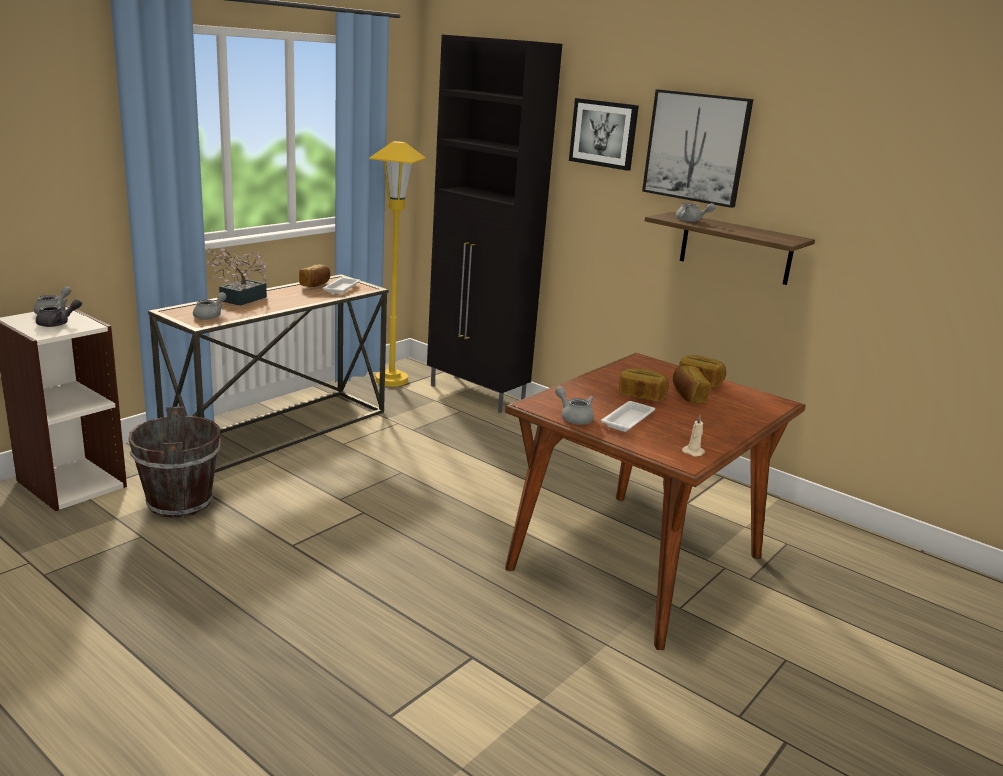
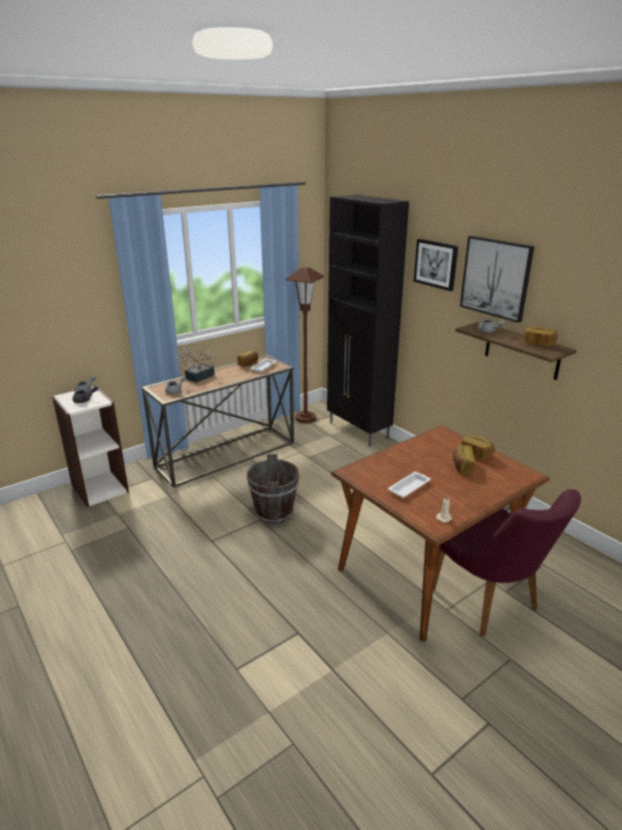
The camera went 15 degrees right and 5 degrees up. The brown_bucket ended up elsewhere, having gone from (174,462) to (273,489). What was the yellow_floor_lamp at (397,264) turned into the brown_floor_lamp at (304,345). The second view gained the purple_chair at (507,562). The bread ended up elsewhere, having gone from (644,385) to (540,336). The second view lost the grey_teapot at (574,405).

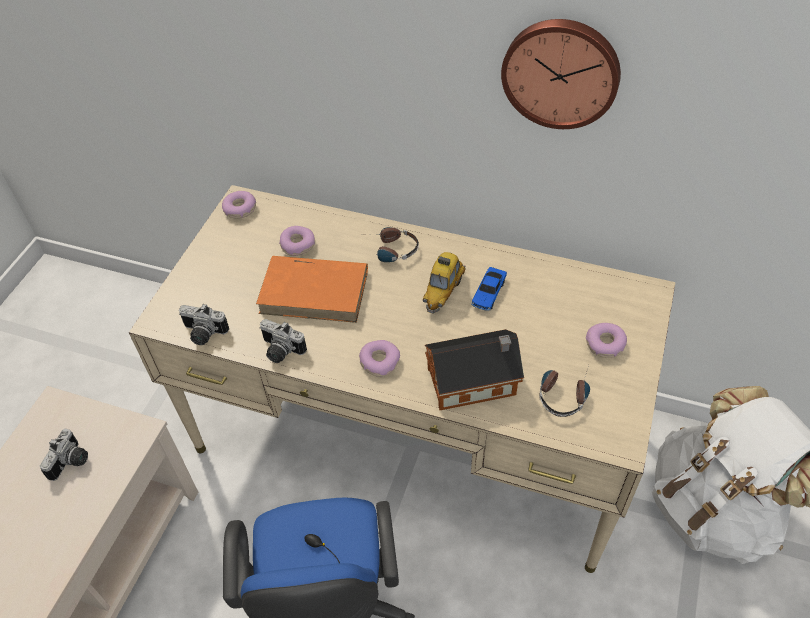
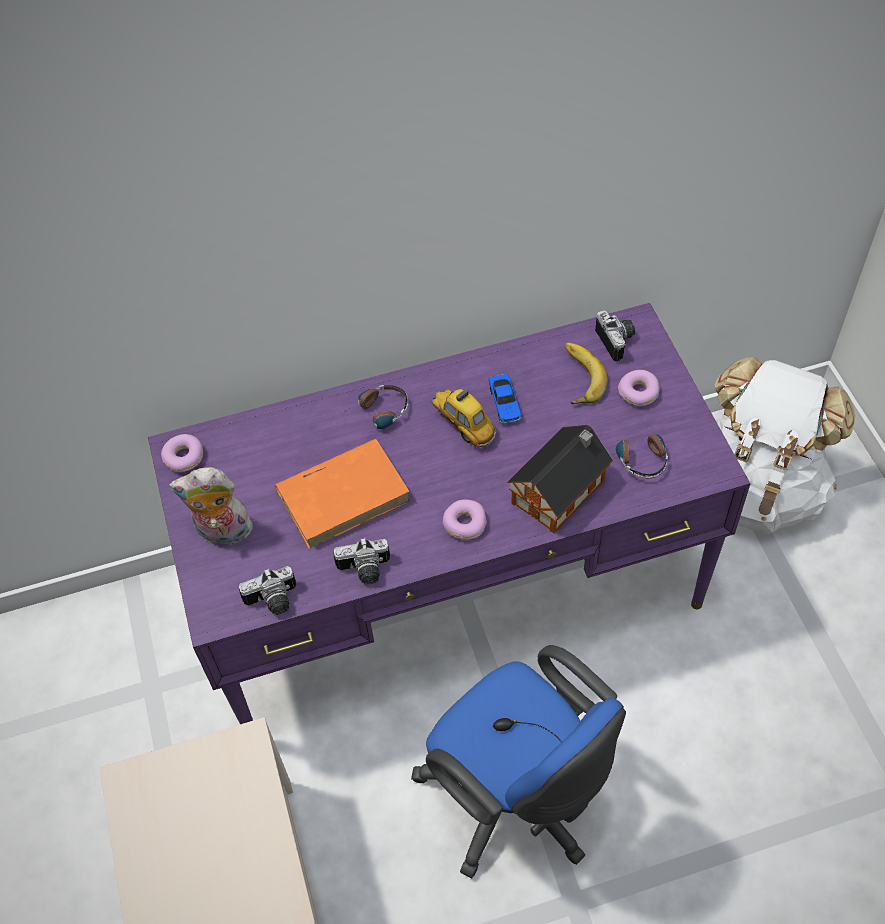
The camera went 35 degrees left and 5 degrees up. What was the beige_desk at (402,379) turned into the purple_desk at (449,513). The second view gained the plush_toy at (213,508). The toy_car at (444,283) ended up facing another way, 150 degrees clockwise from before. The second view gained the banana at (586,373). The photo_camera ended up elsewhere, having gone from (64,455) to (615,336). The second view lost the donut at (297,241). The second view lost the wall_clock at (561,74).

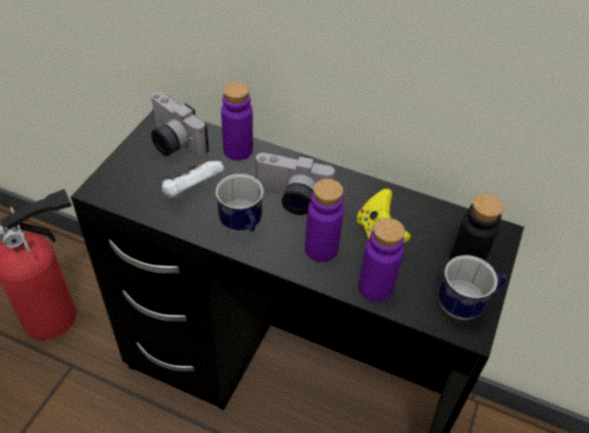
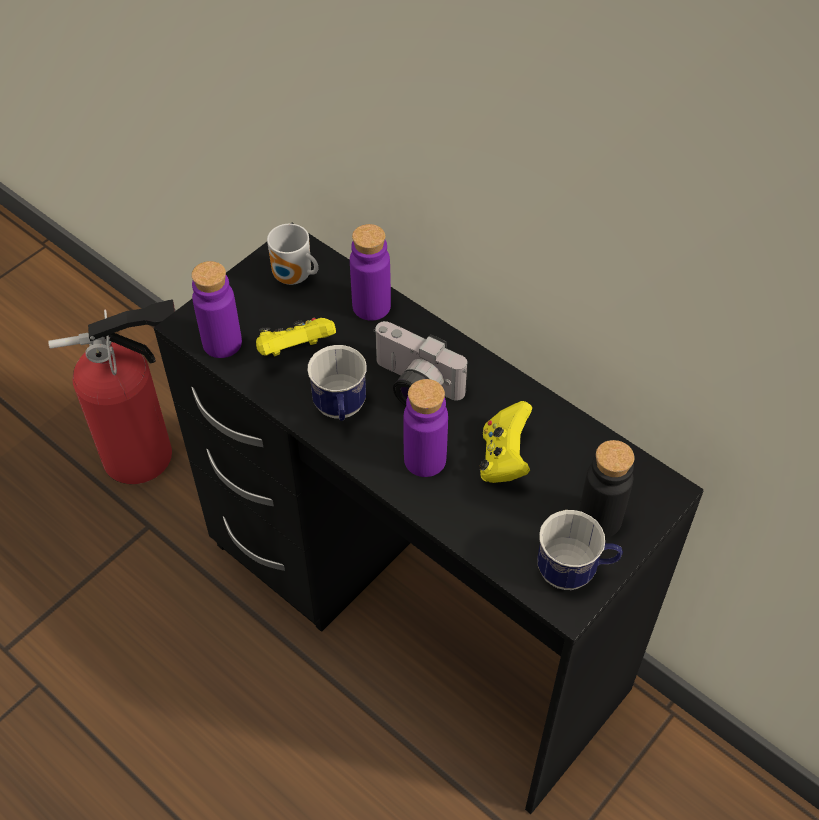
The camera went 20 degrees right and 5 degrees up. The purple_bottle ended up elsewhere, having gone from (381,260) to (216,309). What was the white_game_controller at (193,179) turned into the yellow_game_controller at (296,337). Where the photo_camera stood at (180,124), the mug came to stand at (292,254).

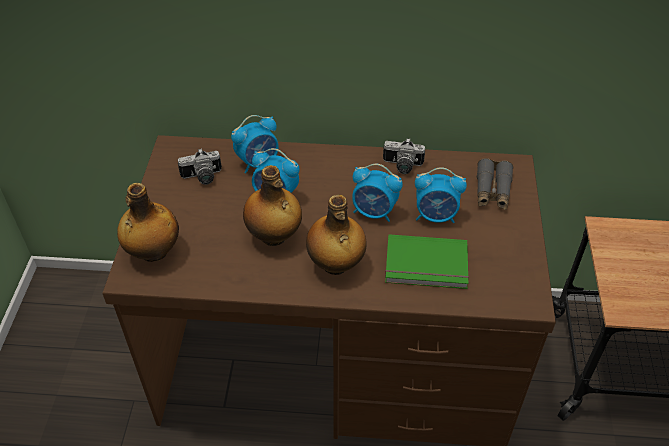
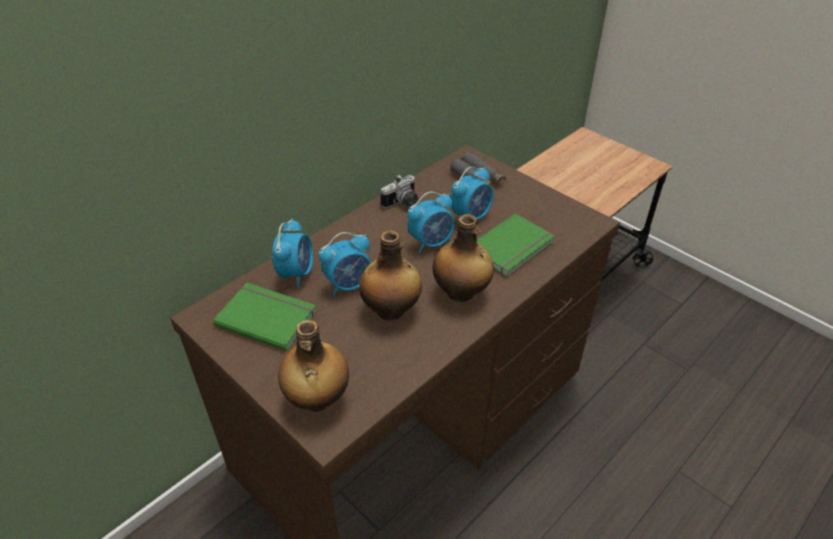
The camera went 50 degrees left and 5 degrees down. Where the photo_camera stood at (200,166), the green_book came to stand at (265,317).

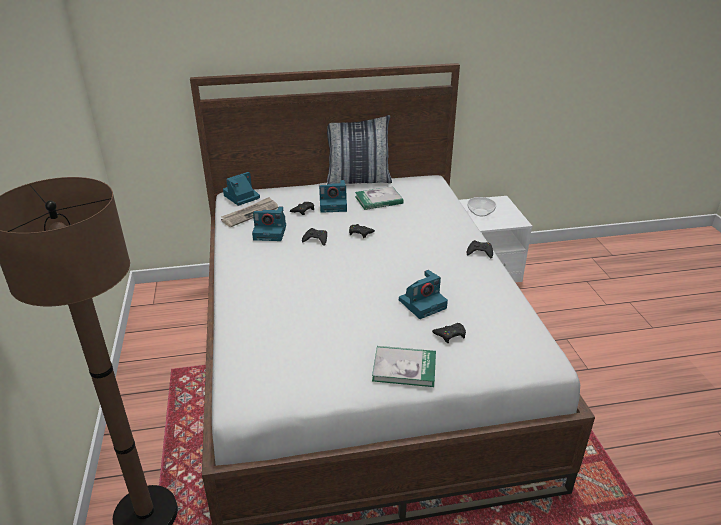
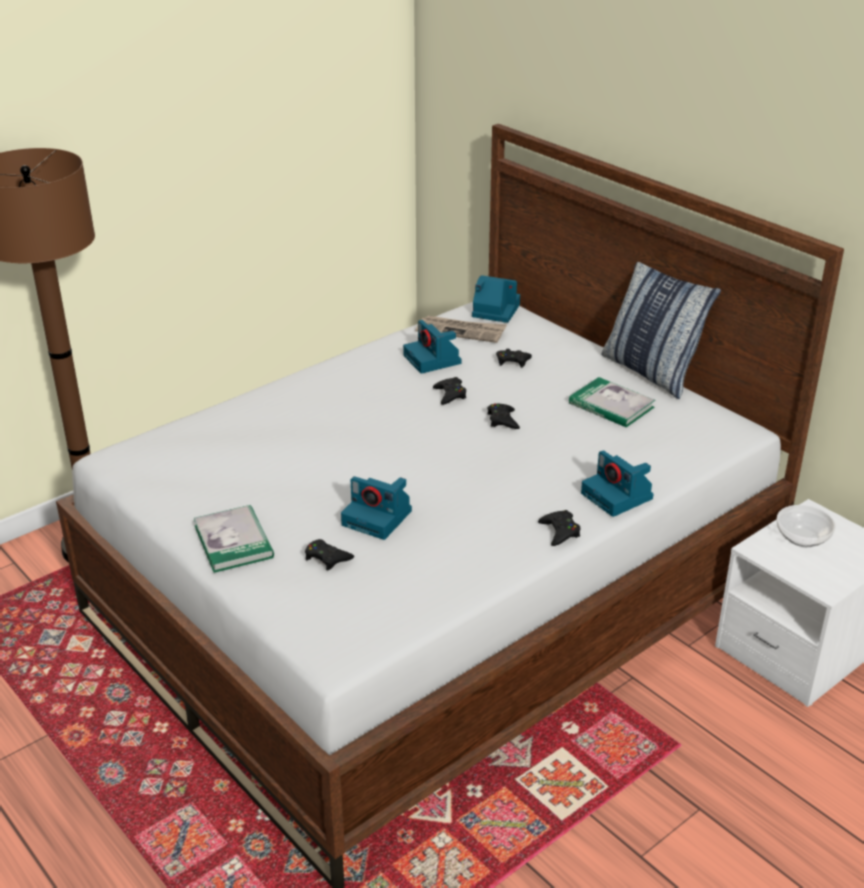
The camera went 60 degrees right and 0 degrees up. The photo_camera ended up elsewhere, having gone from (333,196) to (617,483).

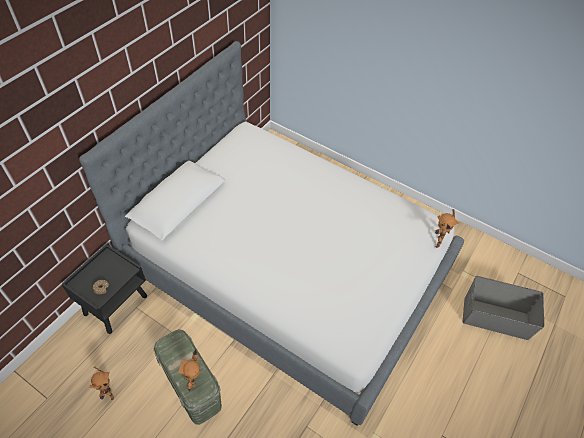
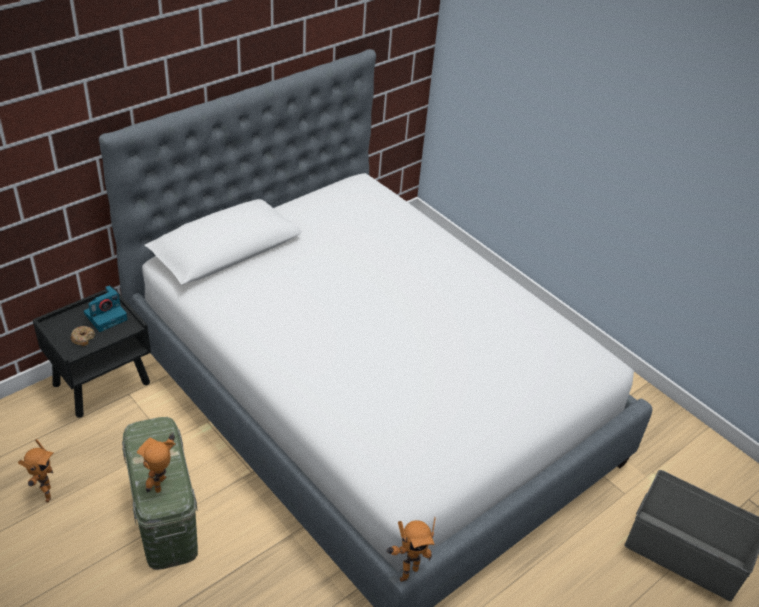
The camera went 15 degrees right and 10 degrees down. The second view gained the photo_camera at (106,308). The toy_robot ended up elsewhere, having gone from (447,228) to (411,549).

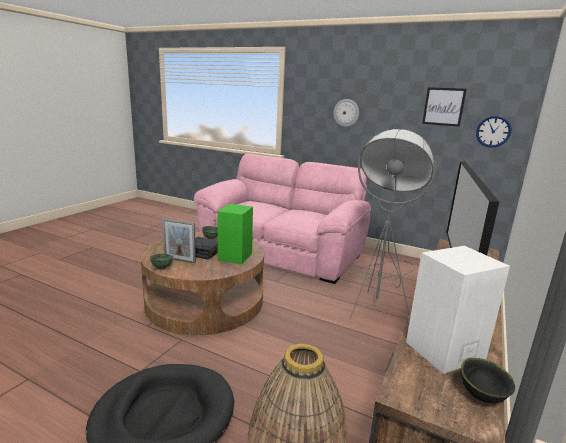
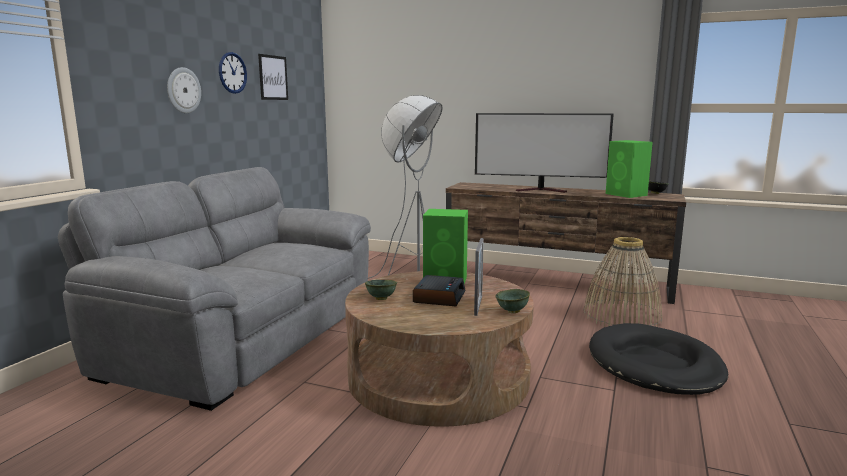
The camera went 95 degrees left and 5 degrees down. What was the pink_sofa at (282,219) turned into the grey_sofa at (214,289). The wall_clock ended up elsewhere, having gone from (493,132) to (233,73). What was the white_speaker at (458,310) turned into the green_speaker at (629,169).

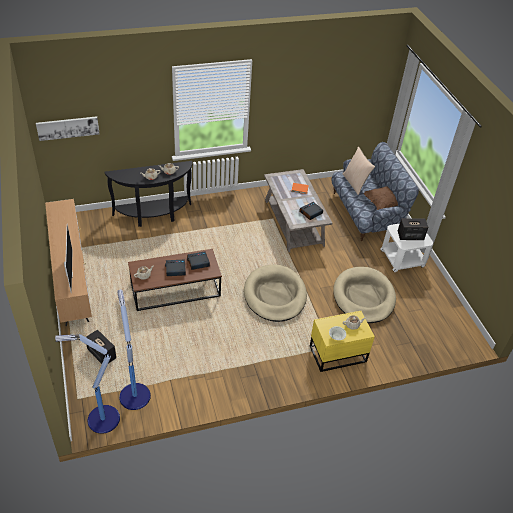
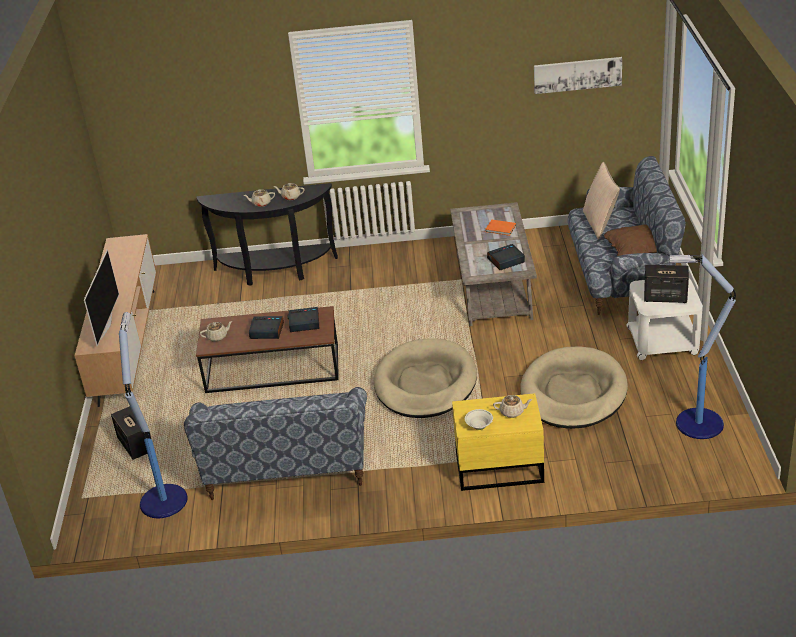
The camera went 20 degrees right and 10 degrees down. The second view gained the sofa at (275,443). The picture ended up elsewhere, having gone from (68,128) to (578,75). The floor_lamp ended up elsewhere, having gone from (87,384) to (702,346).

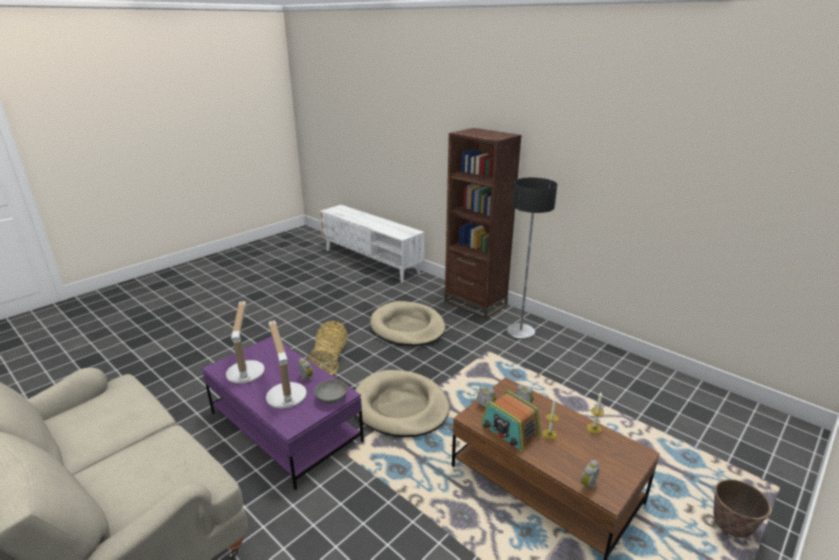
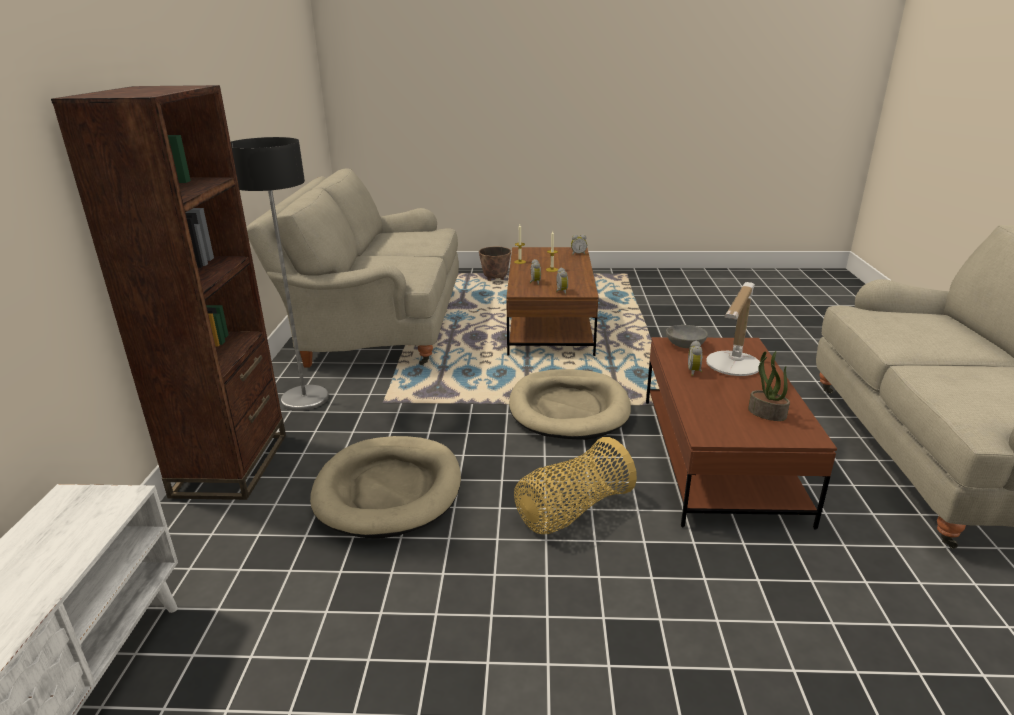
The camera went 130 degrees left and 0 degrees up. The second view gained the beige_sofa at (353,267). What was the purple_coffee_table at (283,413) turned into the brown_coffee_table at (741,433). Where the table_lamp stood at (245,342), the potted_plant came to stand at (769,386). The second view lost the radio at (511,420).

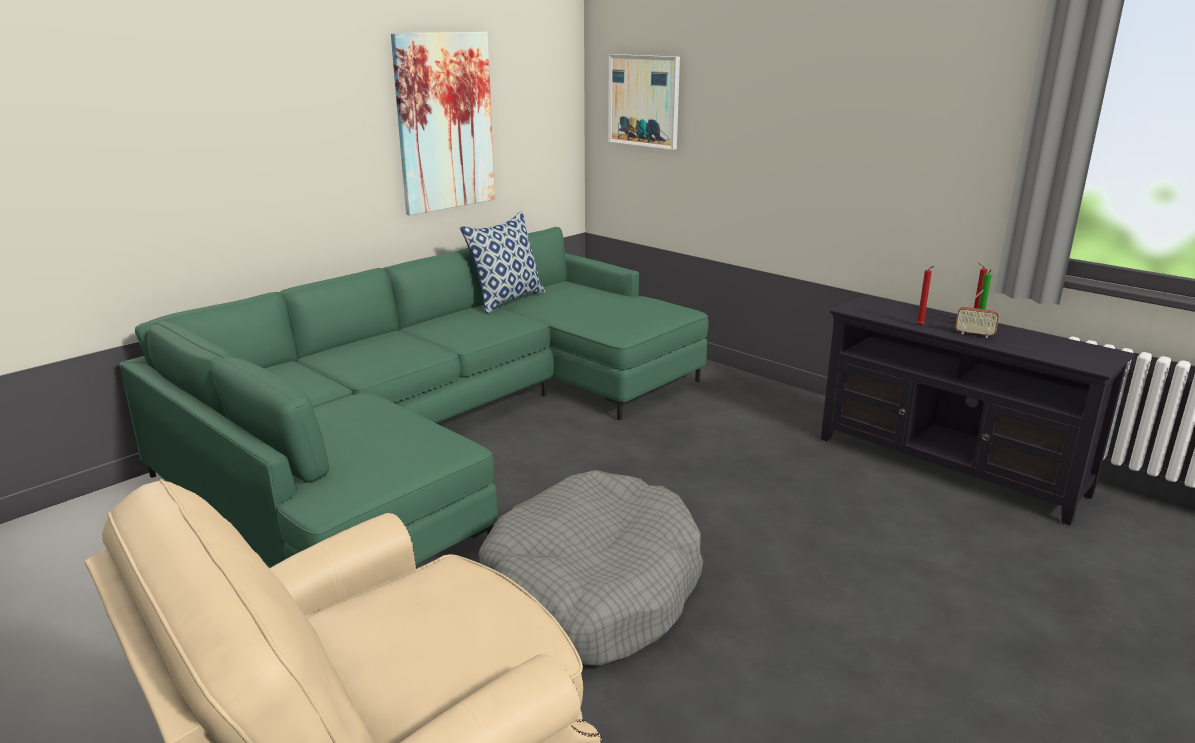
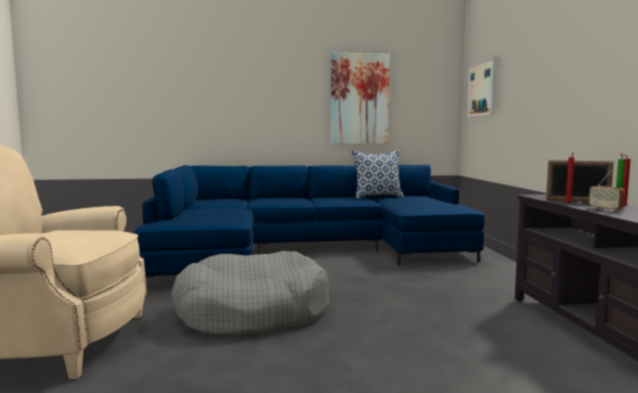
The camera went 40 degrees right and 15 degrees down. What was the green_sofa at (414,397) turned into the blue_sofa at (309,221). The second view gained the picture_frame at (580,181).

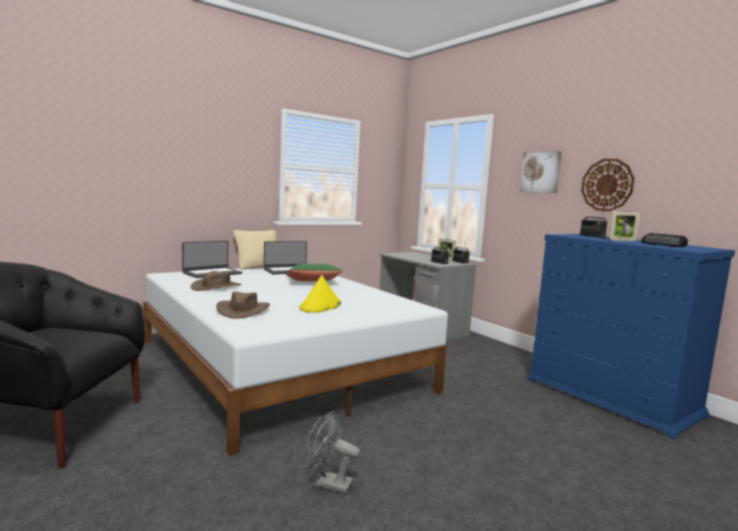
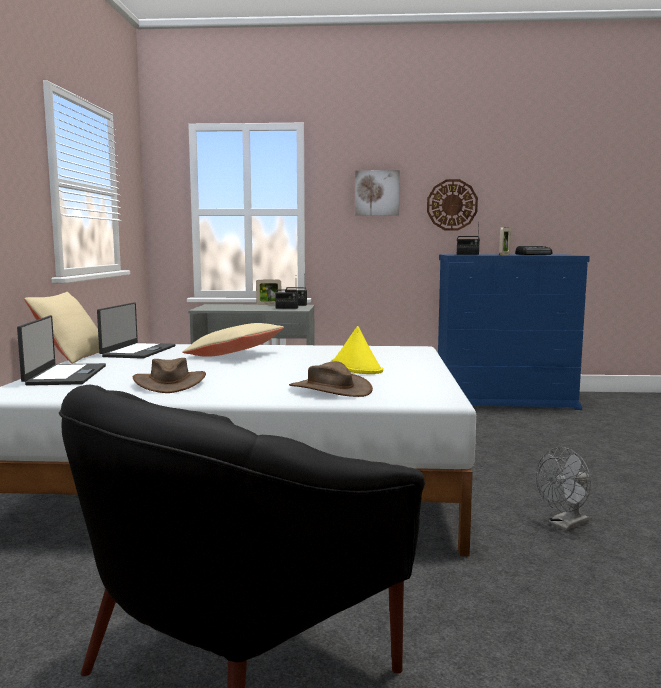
The camera went 50 degrees left and 0 degrees up. What was the green_pillow at (314,273) turned into the beige_pillow at (233,340).

